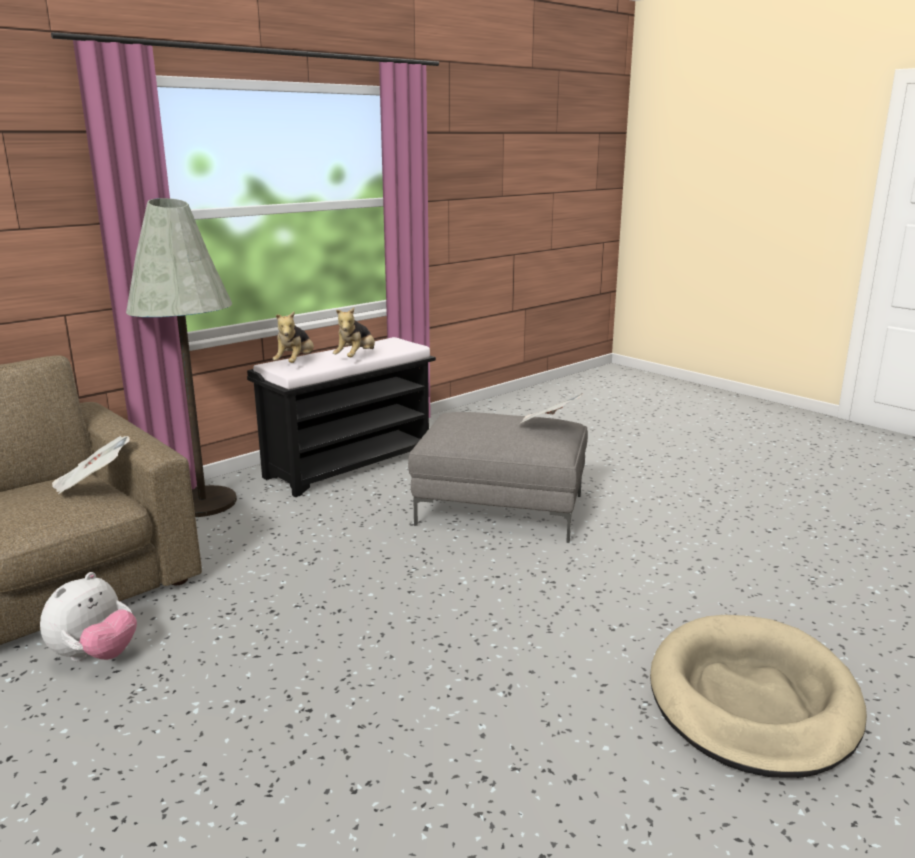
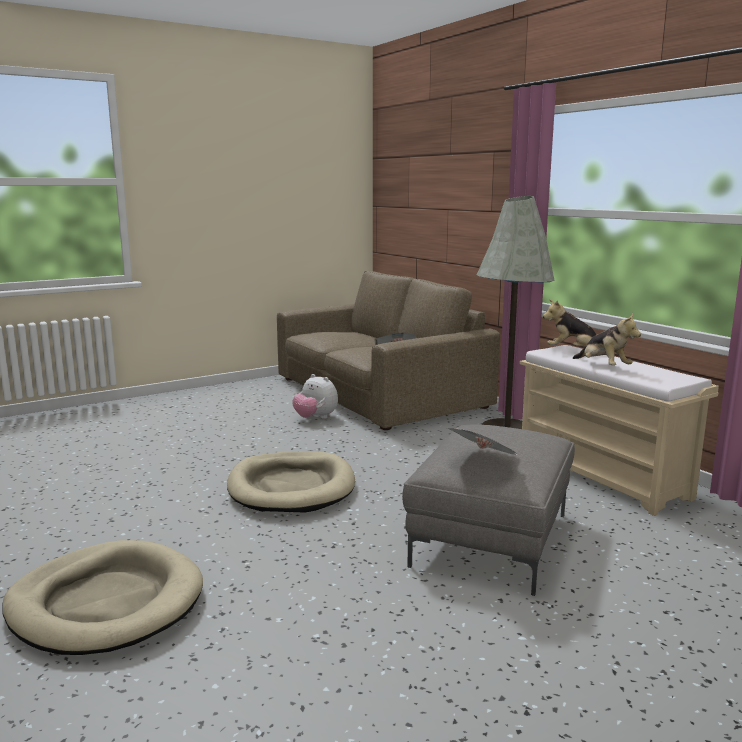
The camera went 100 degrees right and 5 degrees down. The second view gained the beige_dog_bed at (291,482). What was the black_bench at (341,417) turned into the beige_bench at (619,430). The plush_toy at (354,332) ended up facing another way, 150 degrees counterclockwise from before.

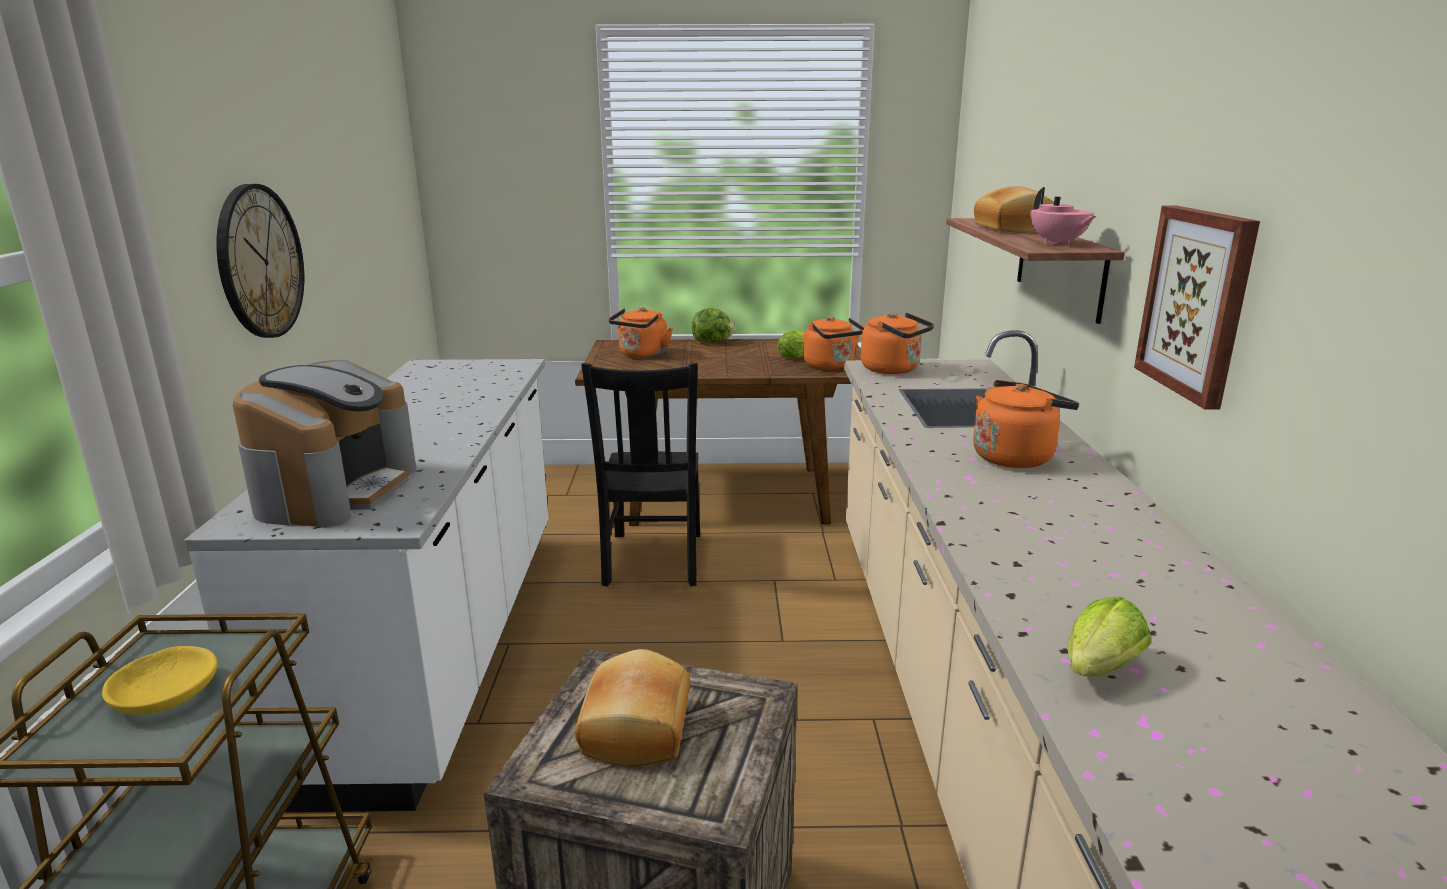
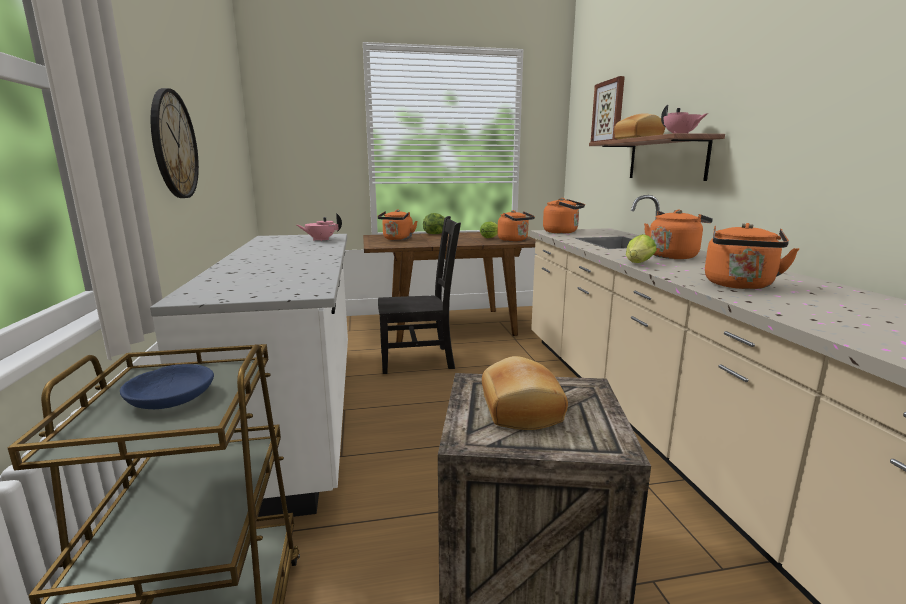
The camera went 10 degrees left and 5 degrees down. What was the yellow_bowl at (160,680) turned into the blue_bowl at (167,386). The second view gained the pink_teapot at (319,227). The black_chair at (640,474) ended up facing another way, 90 degrees counterclockwise from before. The picture ended up elsewhere, having gone from (1197,307) to (608,109). The lettuce ended up elsewhere, having gone from (1109,636) to (641,248). The second view gained the orange_kettle at (752,256). The second view lost the coffee_machine at (324,444).

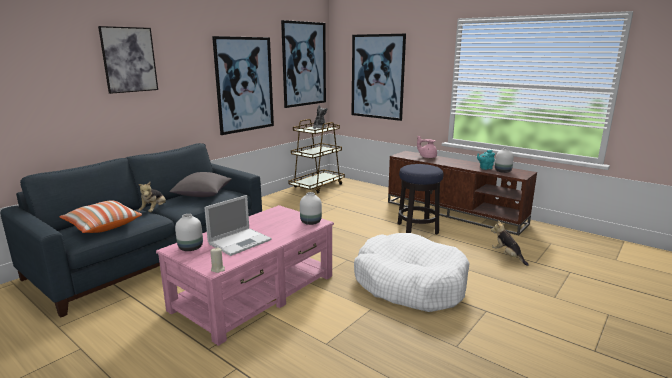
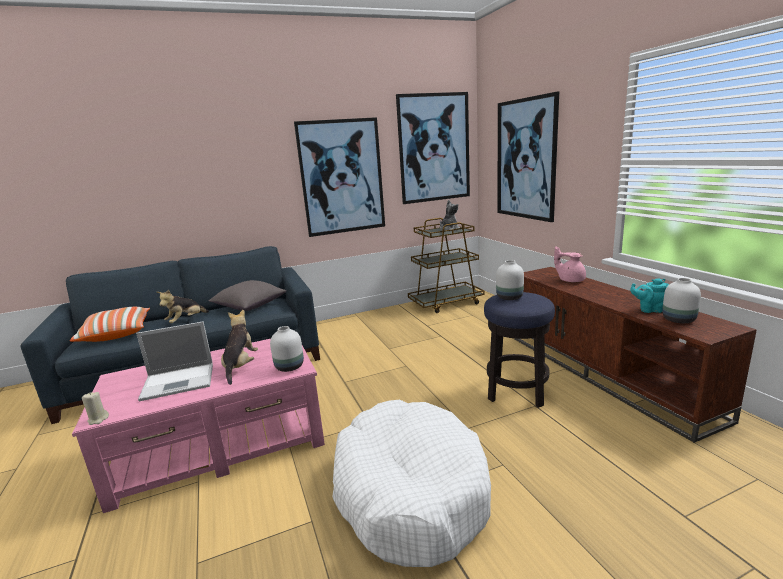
The camera went 30 degrees right and 0 degrees up. The plush_toy ended up elsewhere, having gone from (510,243) to (239,347). The white_vase ended up elsewhere, having gone from (189,232) to (510,280). The second view lost the picture at (128,60).

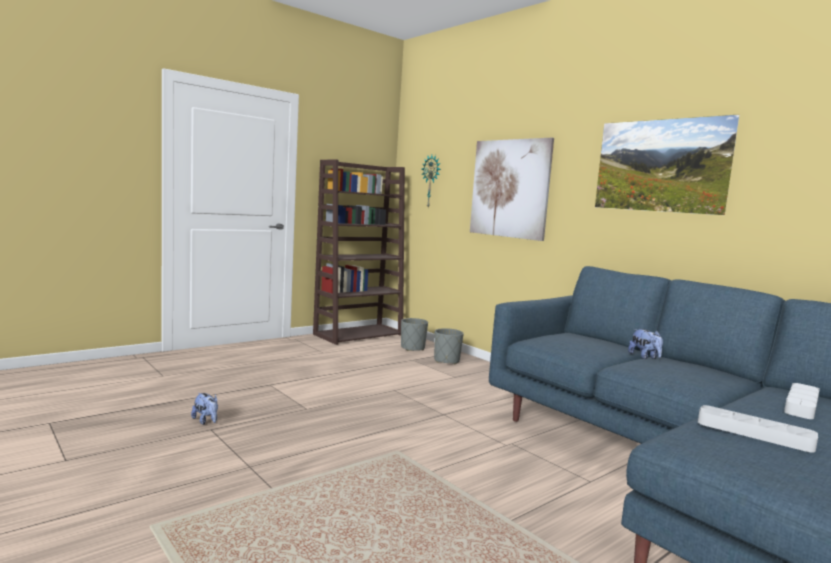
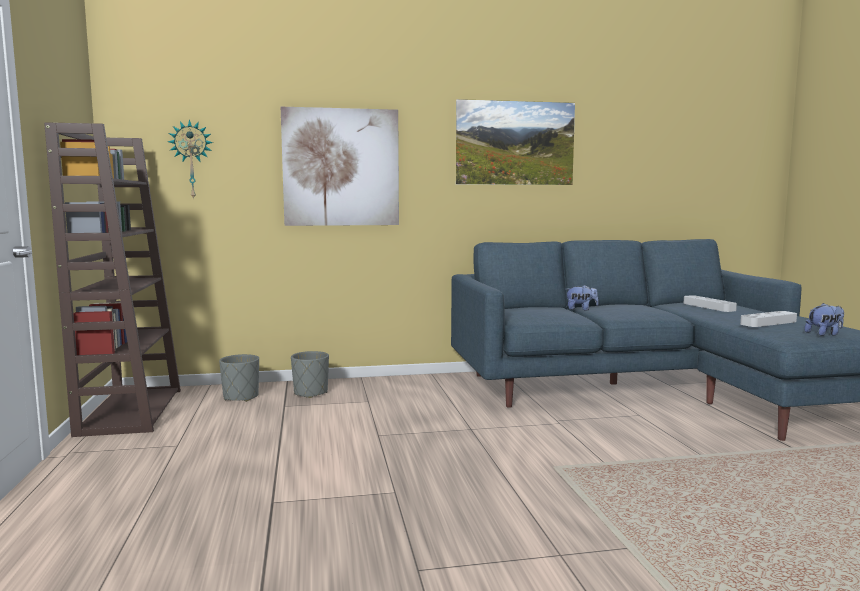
The camera went 60 degrees left and 0 degrees up. The plush_toy ended up elsewhere, having gone from (204,409) to (824,319).

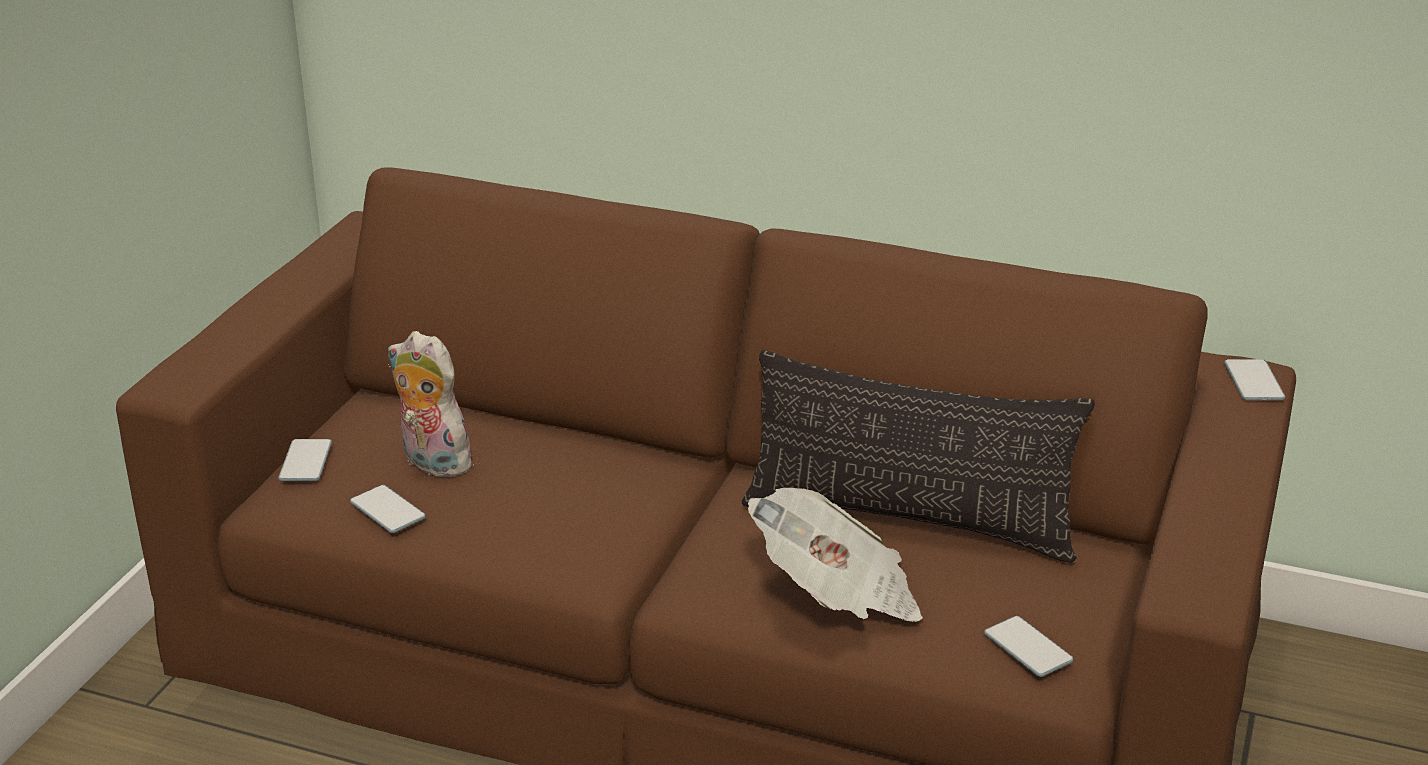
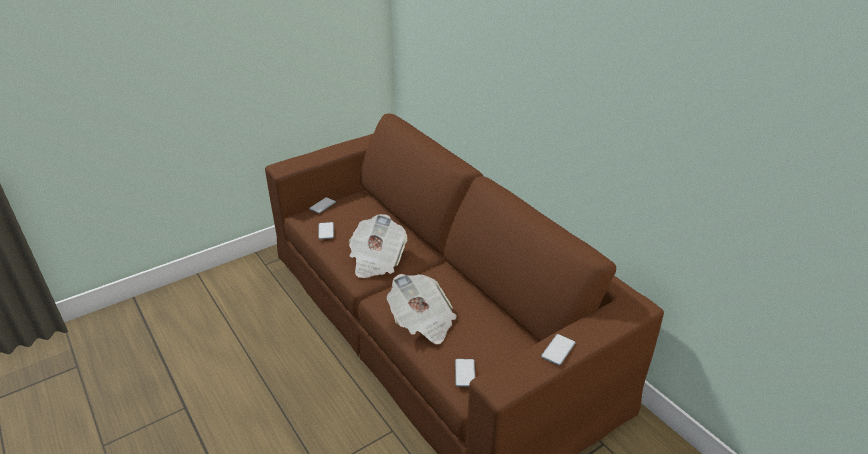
The camera went 35 degrees right and 5 degrees up. The second view gained the newspaper at (378,246). The phone ended up elsewhere, having gone from (1254,380) to (558,349). The second view lost the plush_toy at (429,404). The second view lost the pillow at (918,456).

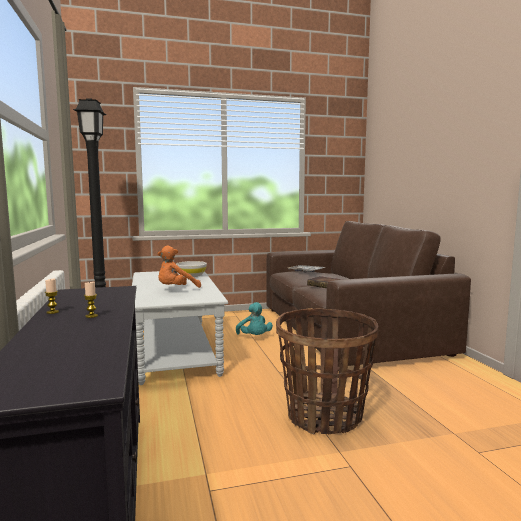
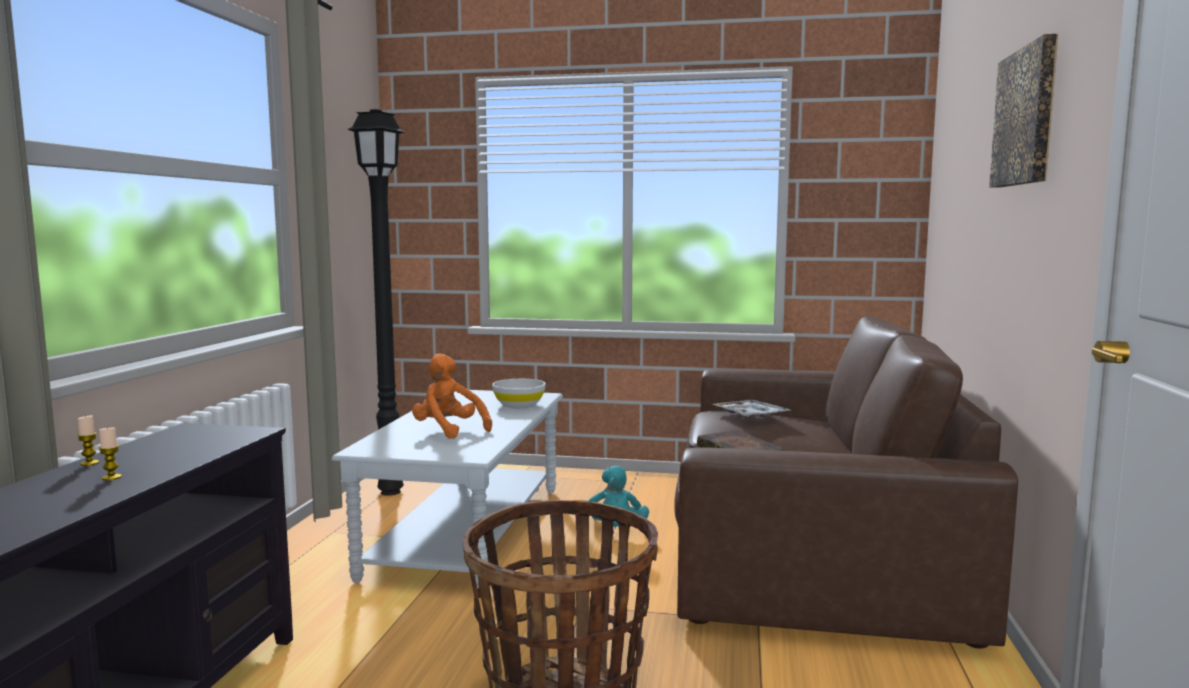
The camera went 25 degrees right and 0 degrees up. The orange_plush_toy at (179,267) ended up facing another way, 60 degrees clockwise from before. The second view gained the picture at (1023,111).

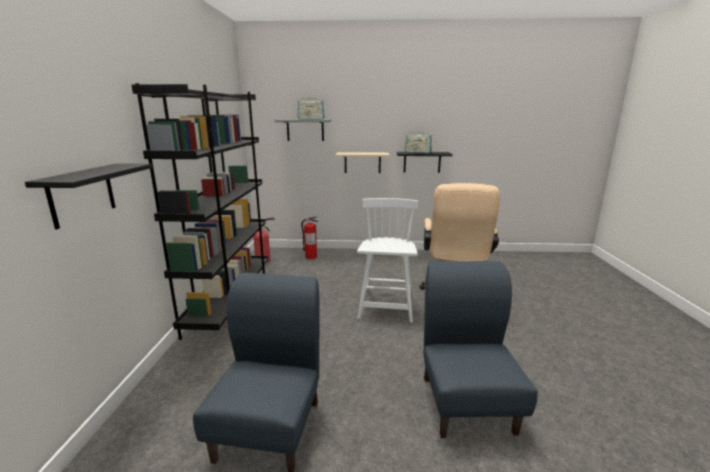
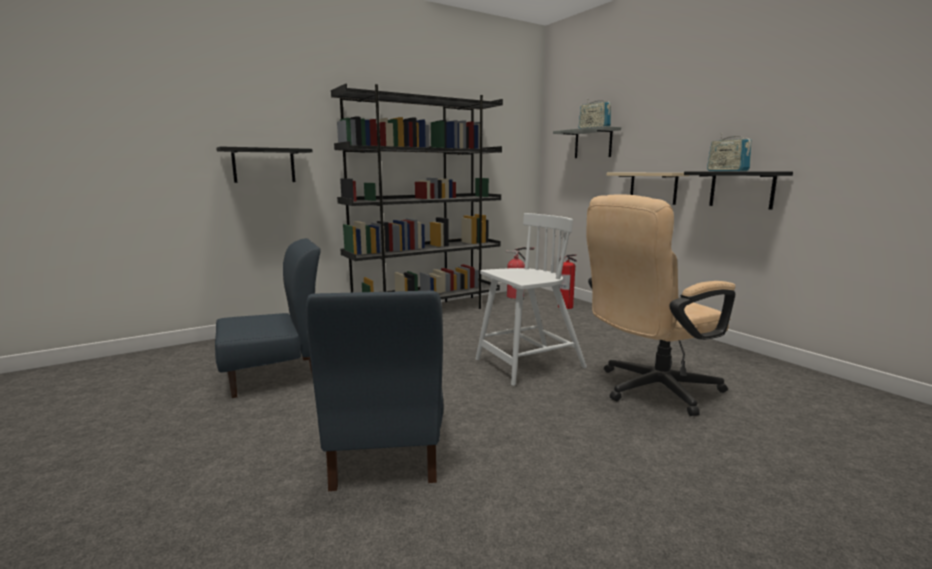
The camera went 55 degrees right and 5 degrees down. The blue_chair at (480,349) ended up facing another way, 120 degrees clockwise from before.

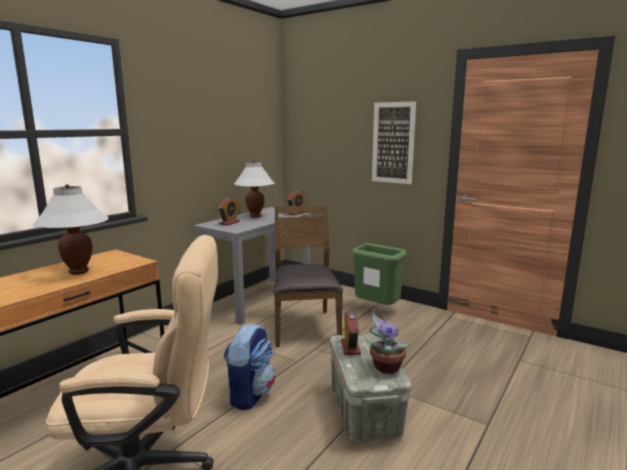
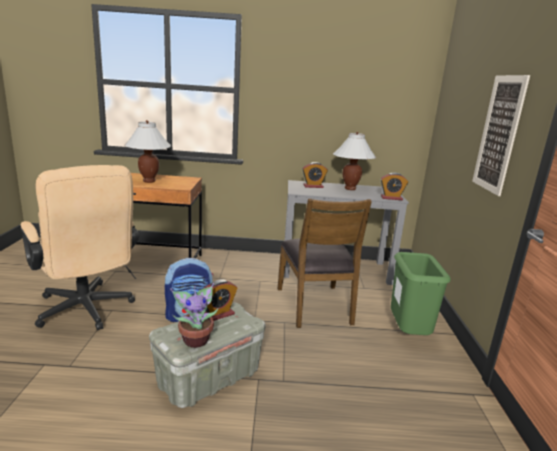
The camera went 55 degrees right and 5 degrees up. The brown_chair at (308,276) ended up facing another way, 120 degrees clockwise from before.

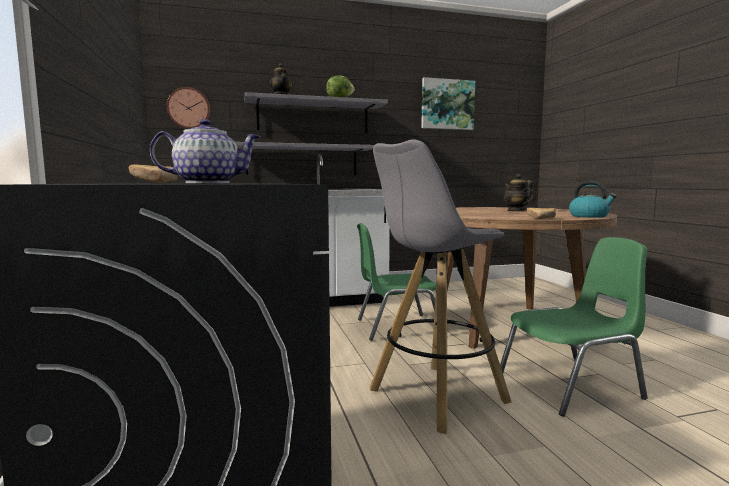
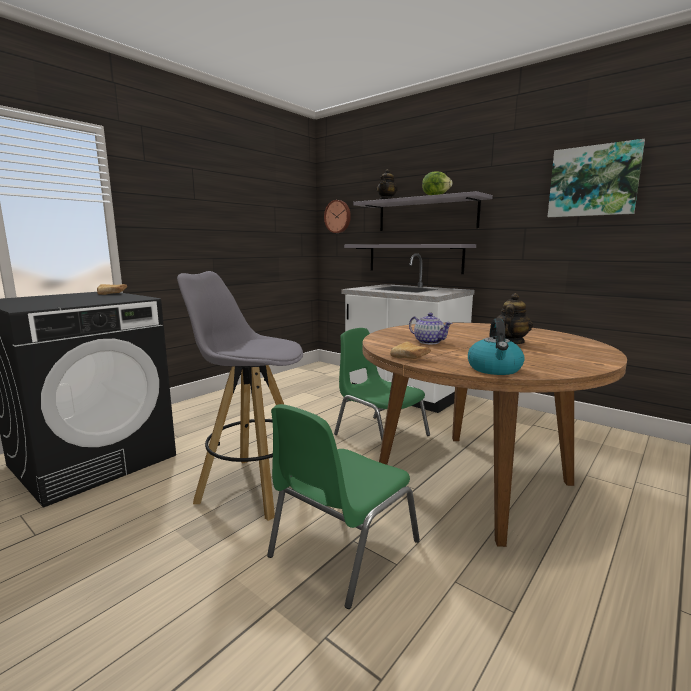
The camera went 55 degrees right and 5 degrees up. The green_chair at (574,327) ended up facing another way, 90 degrees clockwise from before. The teapot ended up elsewhere, having gone from (205,151) to (431,328).

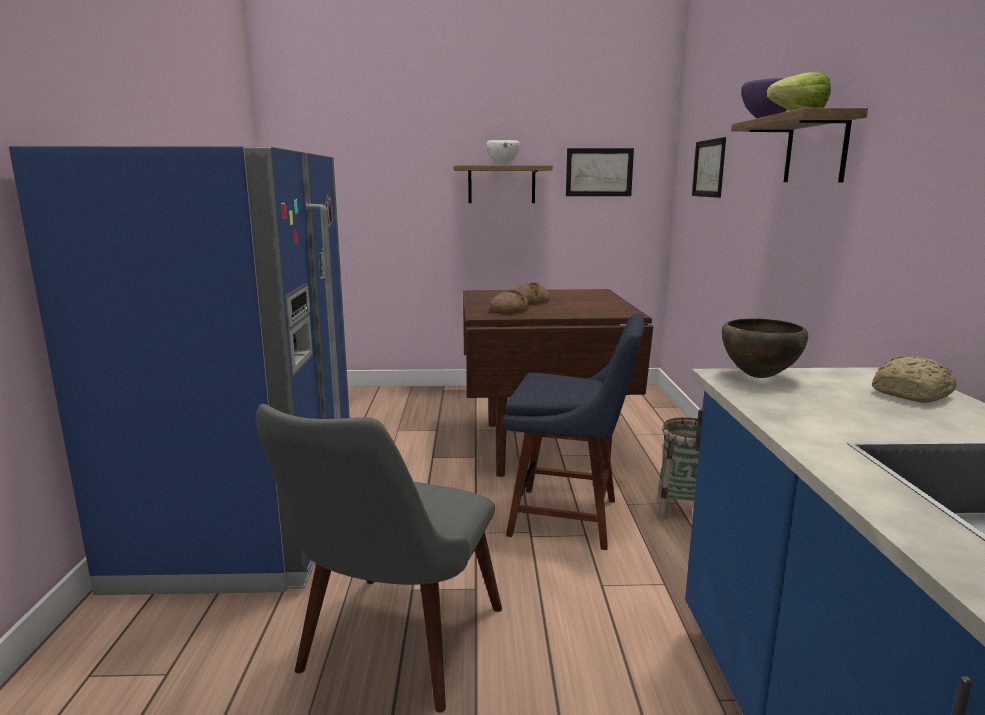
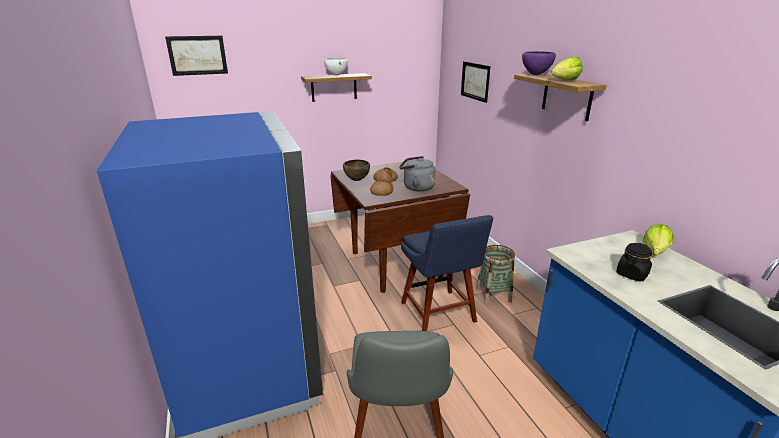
The camera went 20 degrees left and 10 degrees up. The picture ended up elsewhere, having gone from (600,172) to (196,56). The brown_bowl ended up elsewhere, having gone from (765,348) to (356,170). The second view gained the grey_kettle at (417,173). The blue_chair at (573,431) ended up facing another way, 75 degrees clockwise from before. The second view gained the black_jar at (634,262). Where the bread stood at (914,379), the lettuce came to stand at (658,239).

